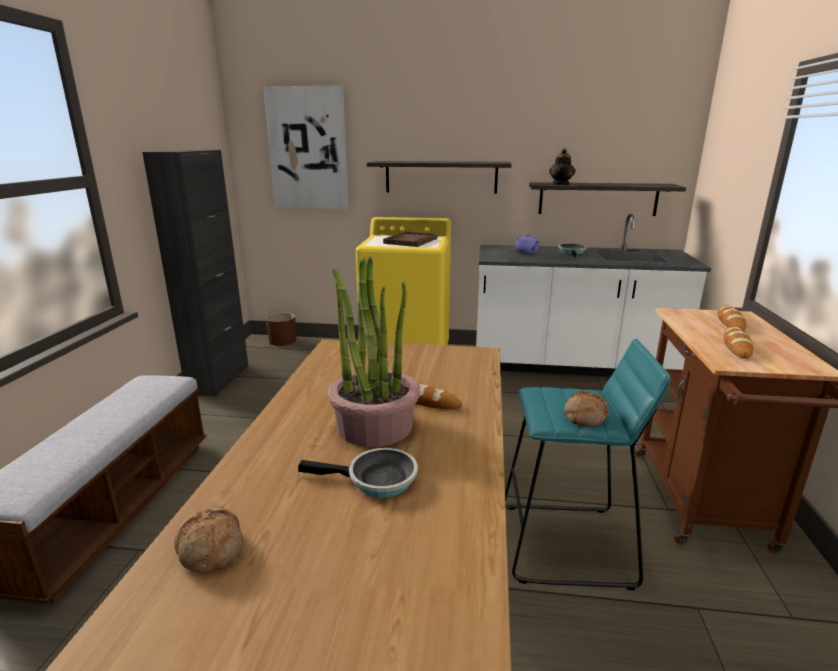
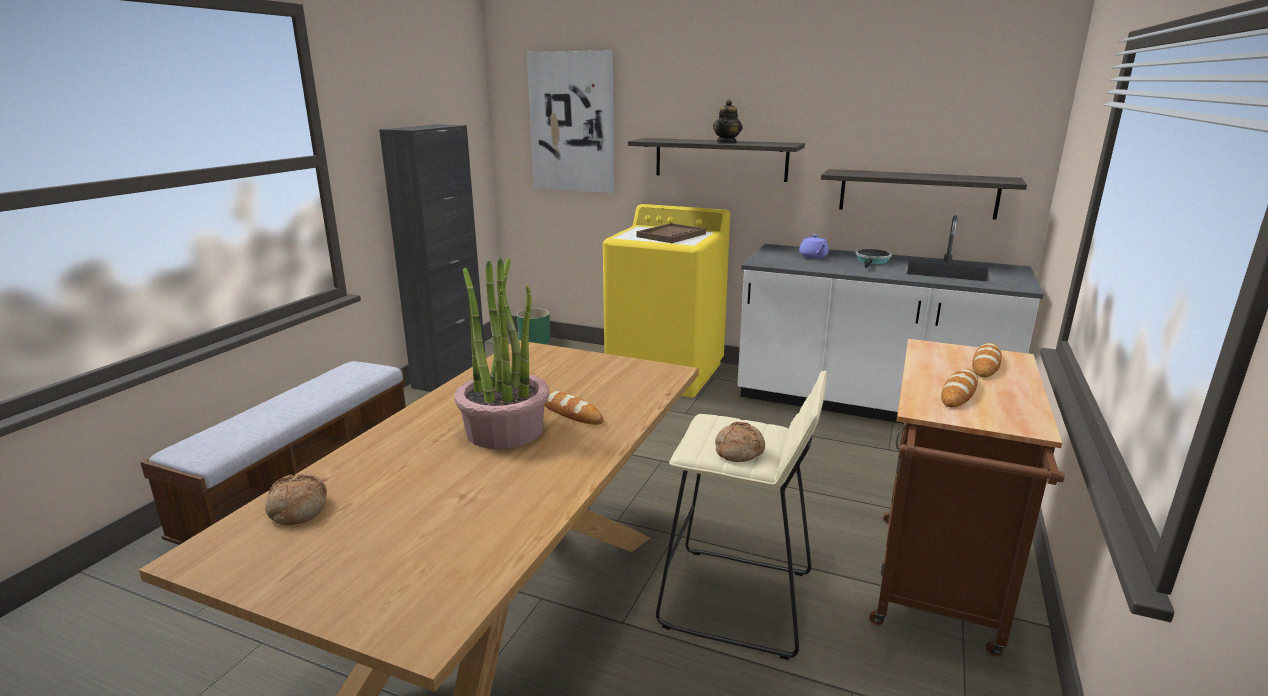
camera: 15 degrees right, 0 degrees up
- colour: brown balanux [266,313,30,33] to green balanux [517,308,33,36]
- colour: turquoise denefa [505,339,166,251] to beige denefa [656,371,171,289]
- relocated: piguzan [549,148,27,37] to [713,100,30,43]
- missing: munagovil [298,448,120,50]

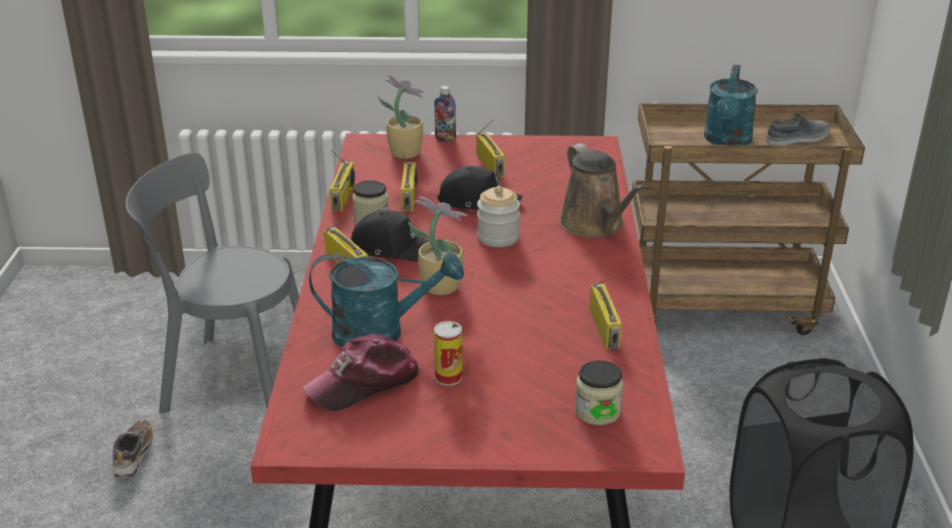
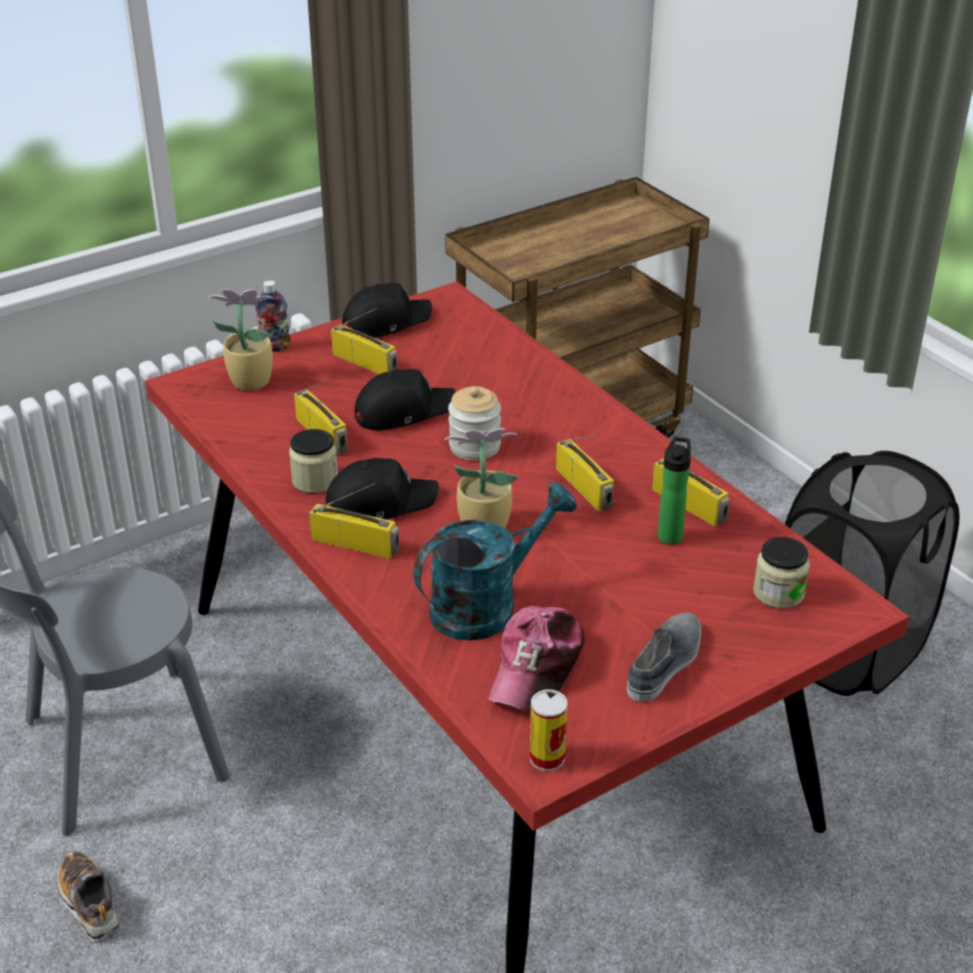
camera: 35 degrees left, 5 degrees up
- appeared: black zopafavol [342,283,90,55]
- relocated: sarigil [434,321,28,65] to [530,690,37,81]
- relocated: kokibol [330,150,25,61] to [556,434,58,78]
- relocated: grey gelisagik [766,113,64,32] to [627,612,74,90]
- appeared: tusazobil [657,437,34,108]
- missing: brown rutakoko [559,143,86,95]
- missing: turquoise rutakoko [704,65,54,80]

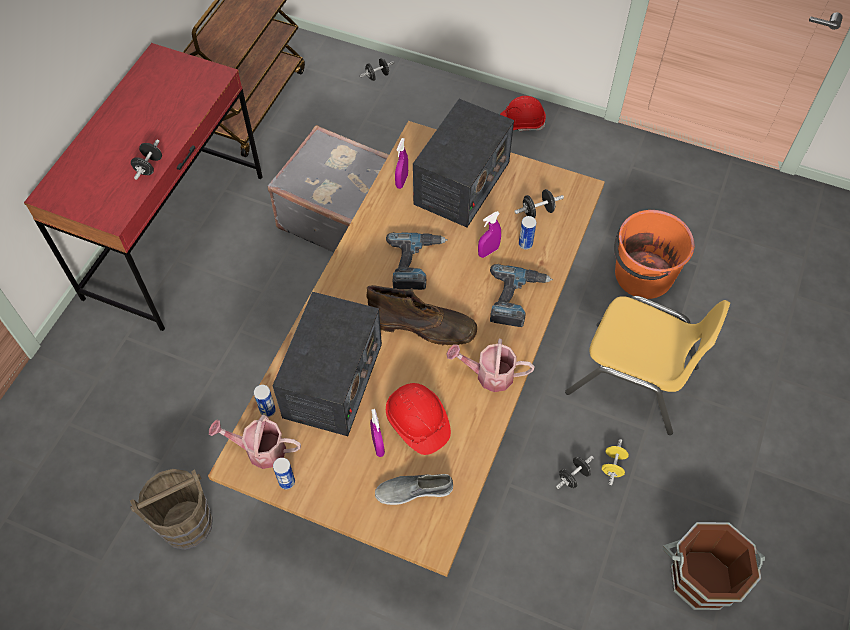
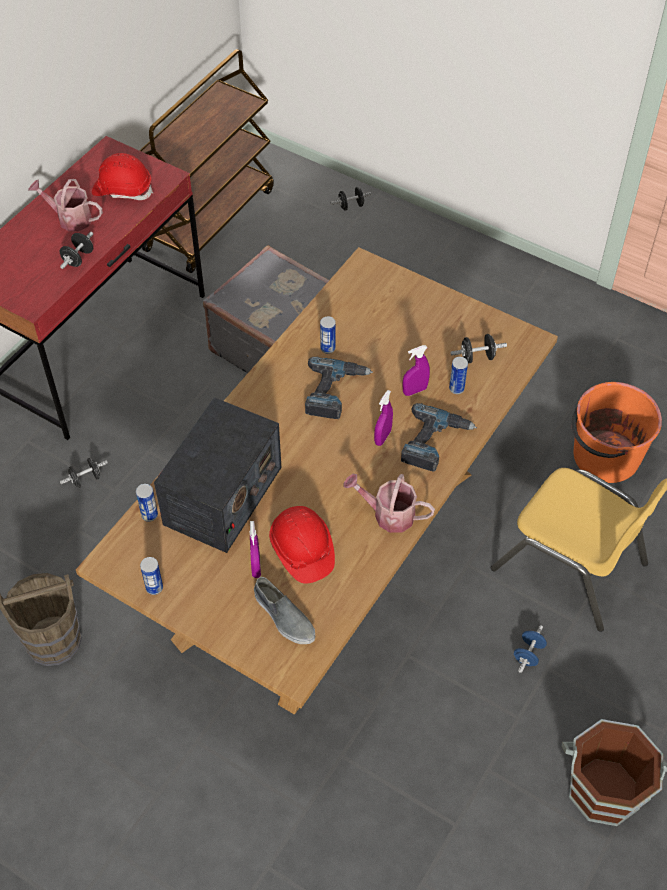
camera: 10 degrees right, 5 degrees down
- relocated: rutakoko [209,415,92,54] to [28,179,75,52]
- relocated: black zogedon [556,456,38,33] to [60,458,48,30]
- relocated: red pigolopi [500,96,46,35] to [92,153,62,47]
- spun: grey gelisagik [375,474,78,31] = [254,577,61,67] 135 degrees counterclockwise
- appeared: sarigil [320,316,16,38]
- relocated: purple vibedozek [395,138,13,51] to [374,390,19,56]
- colour: yellow zogedon [602,439,27,46] to blue zogedon [514,625,33,48]
- missing: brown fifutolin [366,285,111,60]
- missing: kokibol [413,99,101,128]

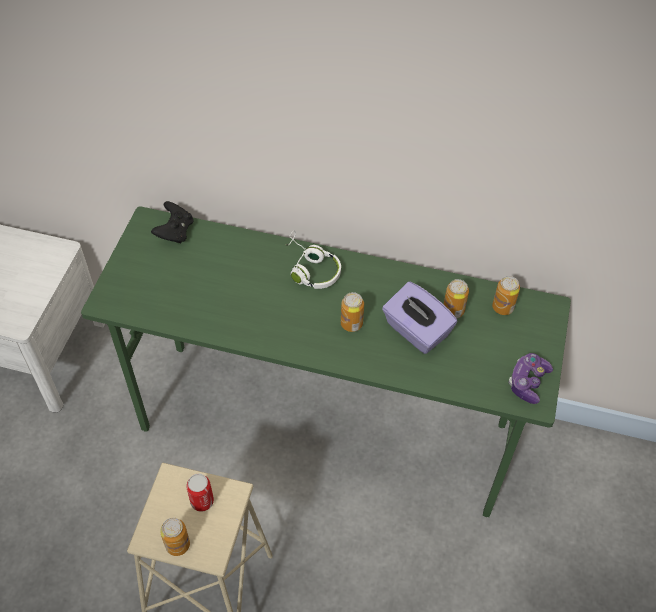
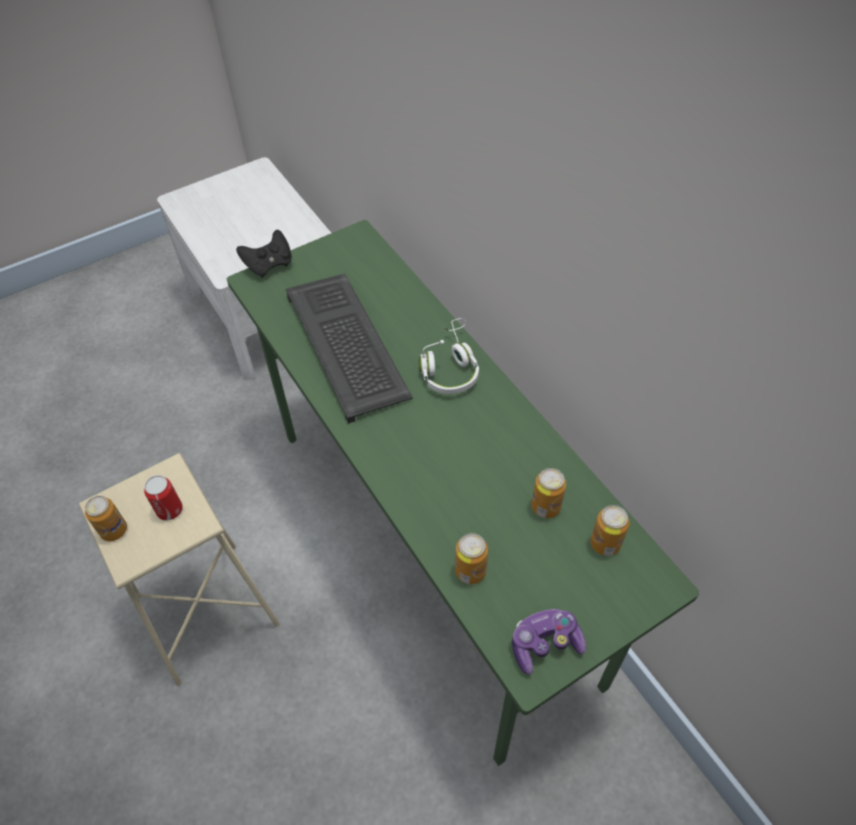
camera: 45 degrees right, 0 degrees up
- relocated: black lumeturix [151,201,42,42] to [236,230,56,47]
- appeared: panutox [286,274,127,149]
- relocated: sarigil [341,292,23,40] to [455,533,33,51]
- missing: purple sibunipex [382,282,75,72]

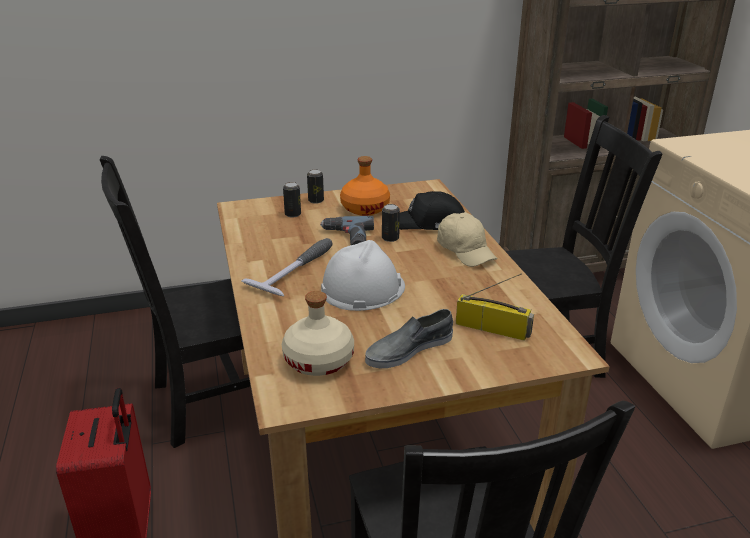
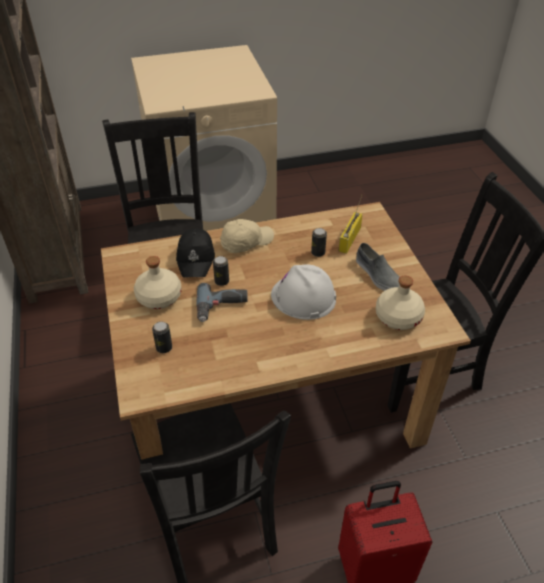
camera: 90 degrees left, 15 degrees up
- colour: orange tusazobil [340,156,50,60] to beige tusazobil [134,256,48,53]
- relocated: sarigil [307,169,17,35] to [311,228,16,29]
- missing: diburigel [242,238,91,58]

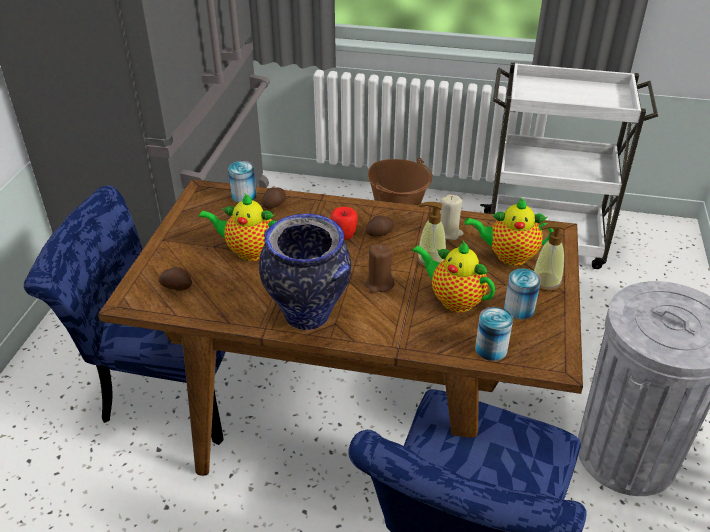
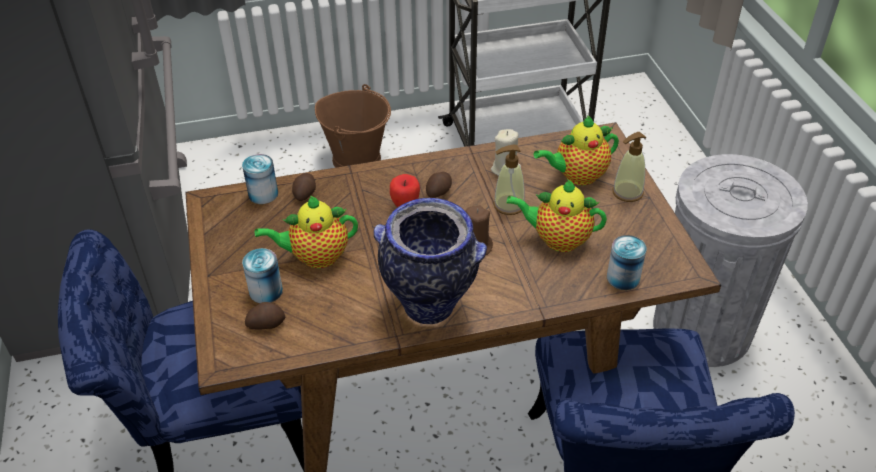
camera: 25 degrees left, 5 degrees up
- relocated: sarigil [504,268,37,52] to [242,248,41,55]

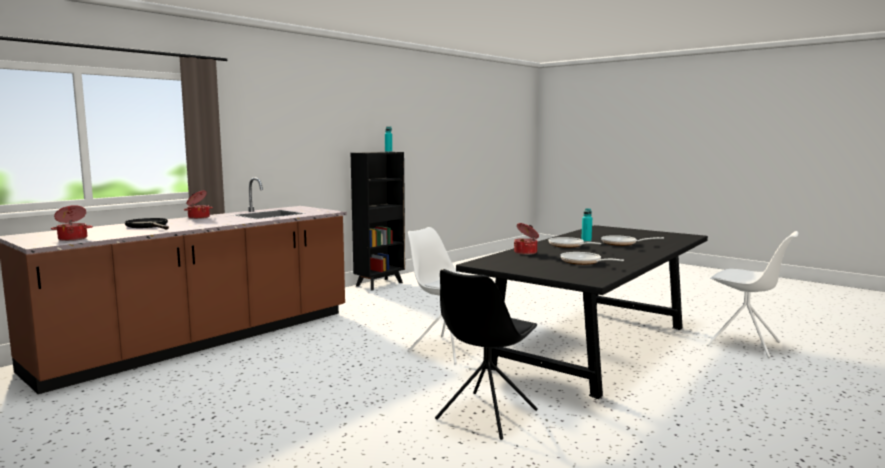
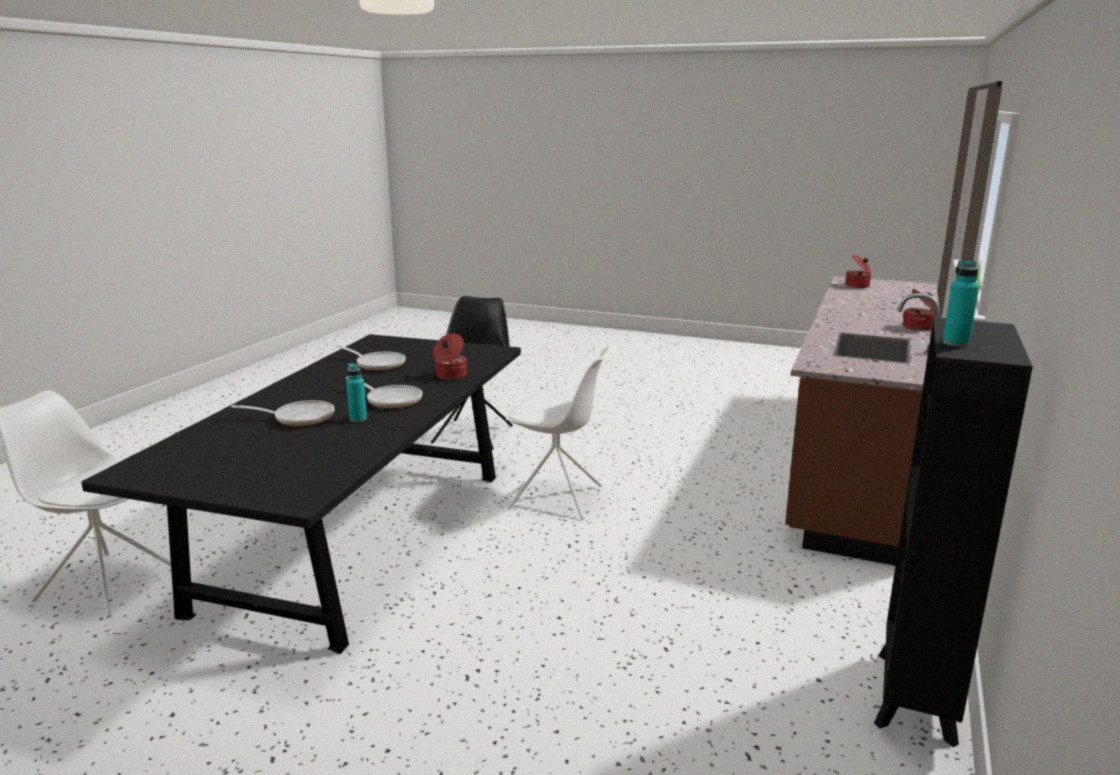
camera: 160 degrees right, 10 degrees up
- missing: black munagovil [125,218,44,12]

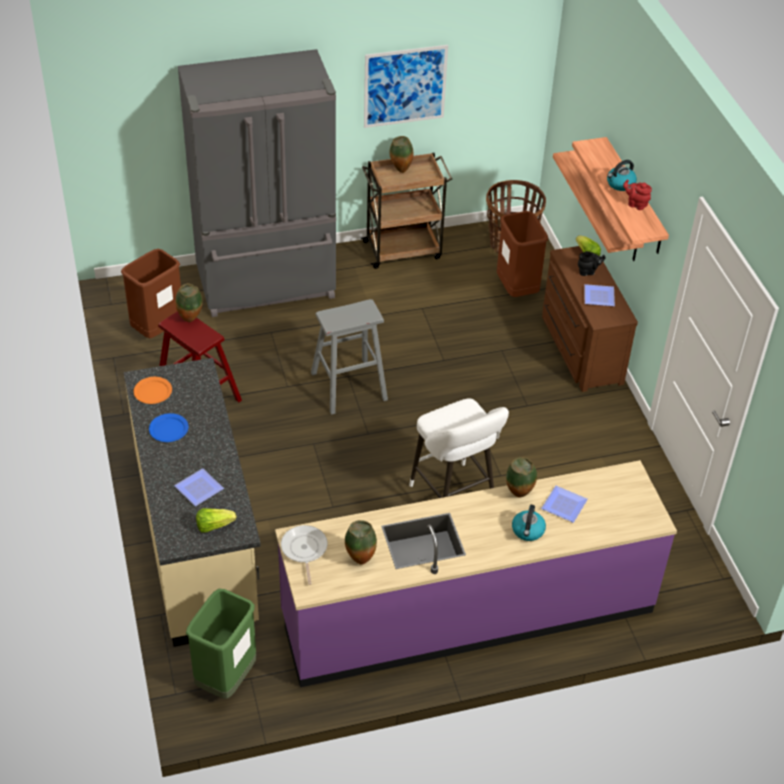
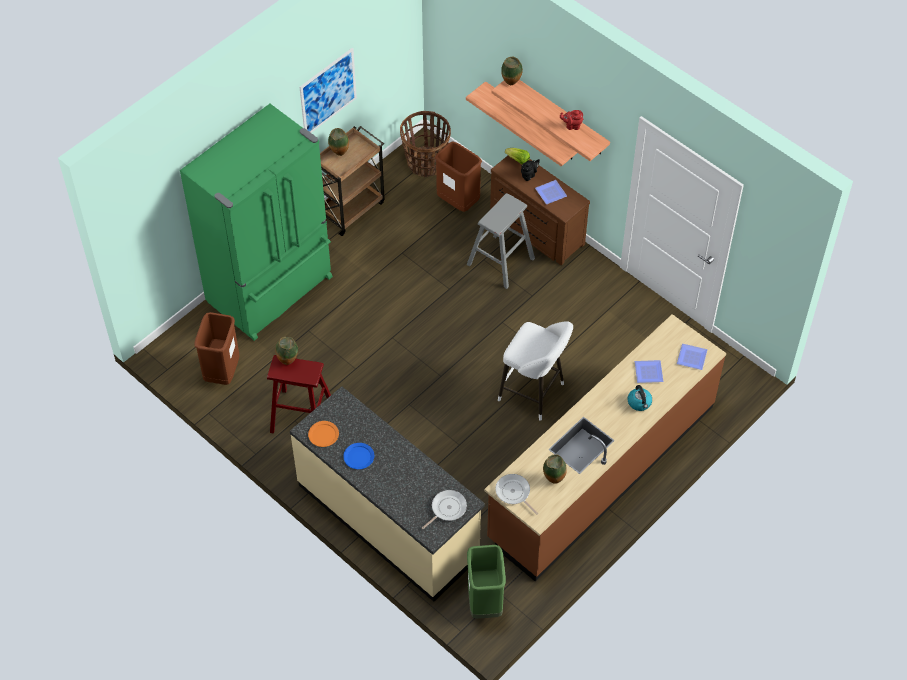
camera: 30 degrees left, 10 degrees up
- colour: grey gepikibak [178,49,158,268] to green gepikibak [180,104,153,237]
- exchanged: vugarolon [196,508,40,25] to munagovil [422,490,45,39]
- relocated: grey denefa [311,299,77,116] to [467,193,68,96]
- colour: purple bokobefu [275,460,402,227] to brown bokobefu [484,314,242,267]
- relocated: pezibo [506,457,31,41] to [501,57,22,28]
- relocated: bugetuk [174,468,50,38] to [677,343,30,27]
- missing: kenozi [607,160,30,31]

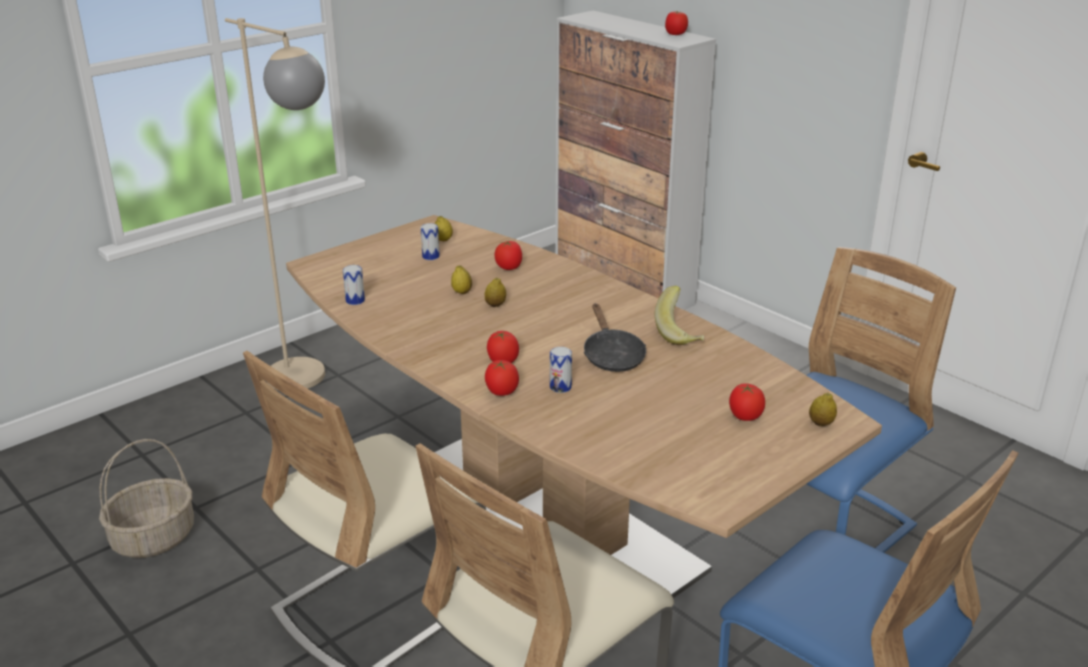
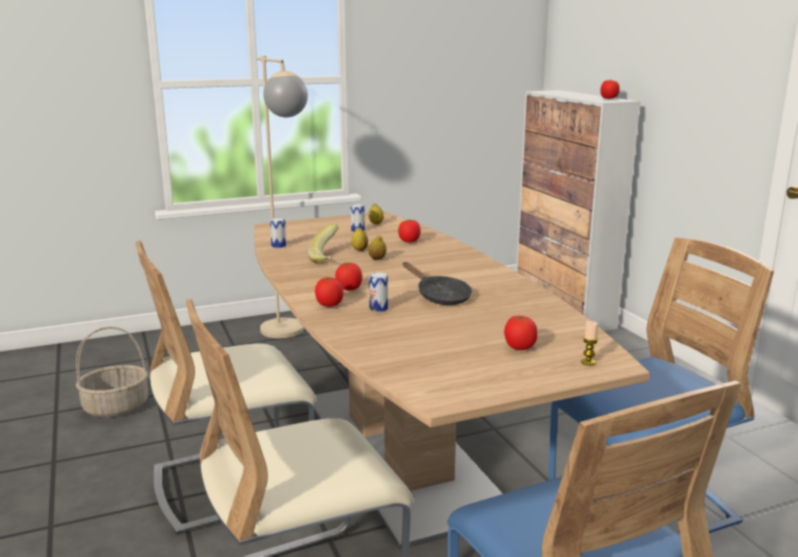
camera: 20 degrees right, 10 degrees down
- relocated: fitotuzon [655,286,49,59] to [308,224,30,39]
- spun: black munagovil [584,303,62,69] = [403,262,69,43] 45 degrees counterclockwise
- exchanged: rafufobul [809,393,28,33] to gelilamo [581,321,17,45]

